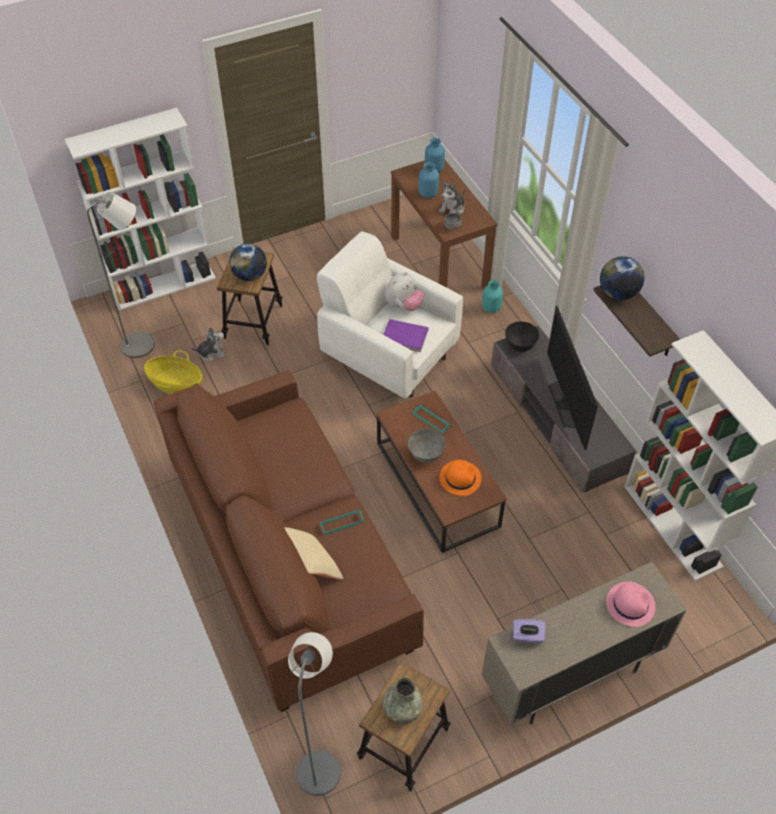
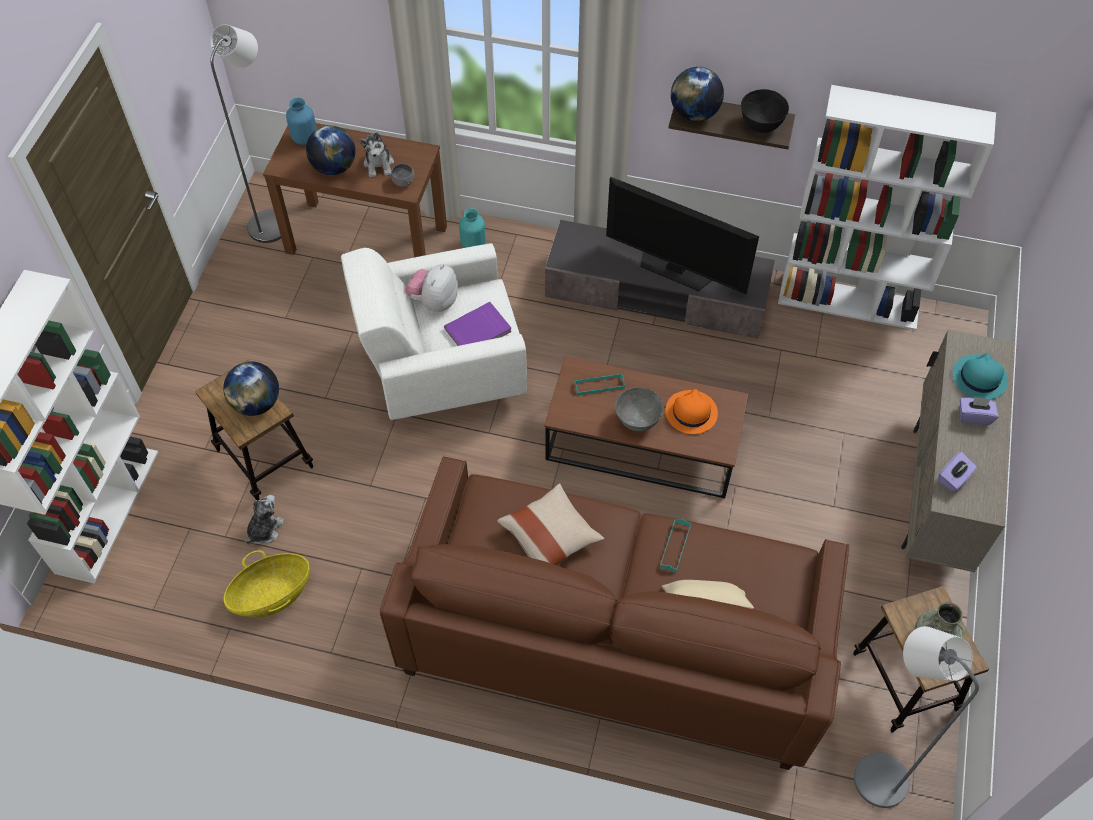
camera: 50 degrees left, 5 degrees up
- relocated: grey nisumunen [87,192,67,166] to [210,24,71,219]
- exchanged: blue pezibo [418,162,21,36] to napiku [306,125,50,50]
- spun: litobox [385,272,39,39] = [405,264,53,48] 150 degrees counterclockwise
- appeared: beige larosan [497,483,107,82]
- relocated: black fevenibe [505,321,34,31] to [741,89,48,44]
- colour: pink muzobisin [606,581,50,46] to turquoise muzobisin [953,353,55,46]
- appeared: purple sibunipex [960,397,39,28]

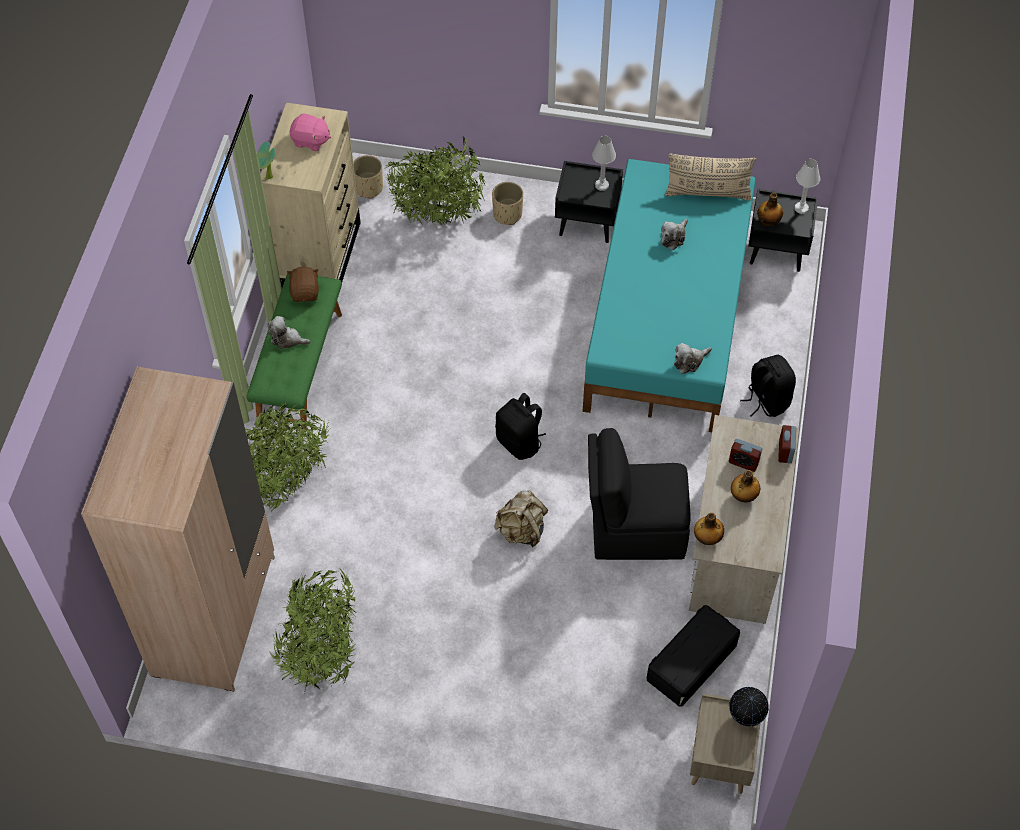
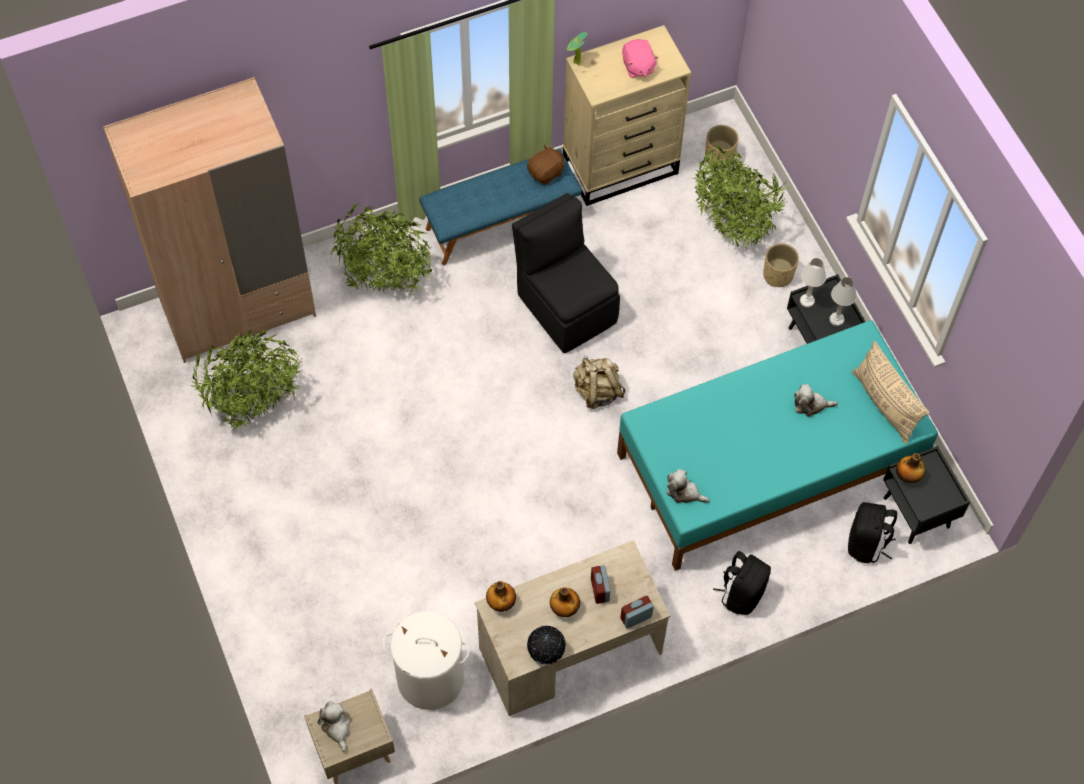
camera: 55 degrees right, 5 degrees up
- relocated: litobox [268,316,43,33] to [318,701,33,51]
- exchanged: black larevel [647,605,93,102] to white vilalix [382,611,88,99]
- colour: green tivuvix [246,273,96,159] to blue tivuvix [419,149,163,116]
- relocated: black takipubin [588,428,103,132] to [512,193,108,160]
- relocated: napiku [729,687,40,39] to [527,626,39,39]
- relocated: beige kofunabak [494,490,54,57] to [573,356,52,53]
- relocated: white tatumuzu [795,159,25,55] to [800,258,27,50]
- relocated: black kofunabak [495,393,51,67] to [848,502,49,61]

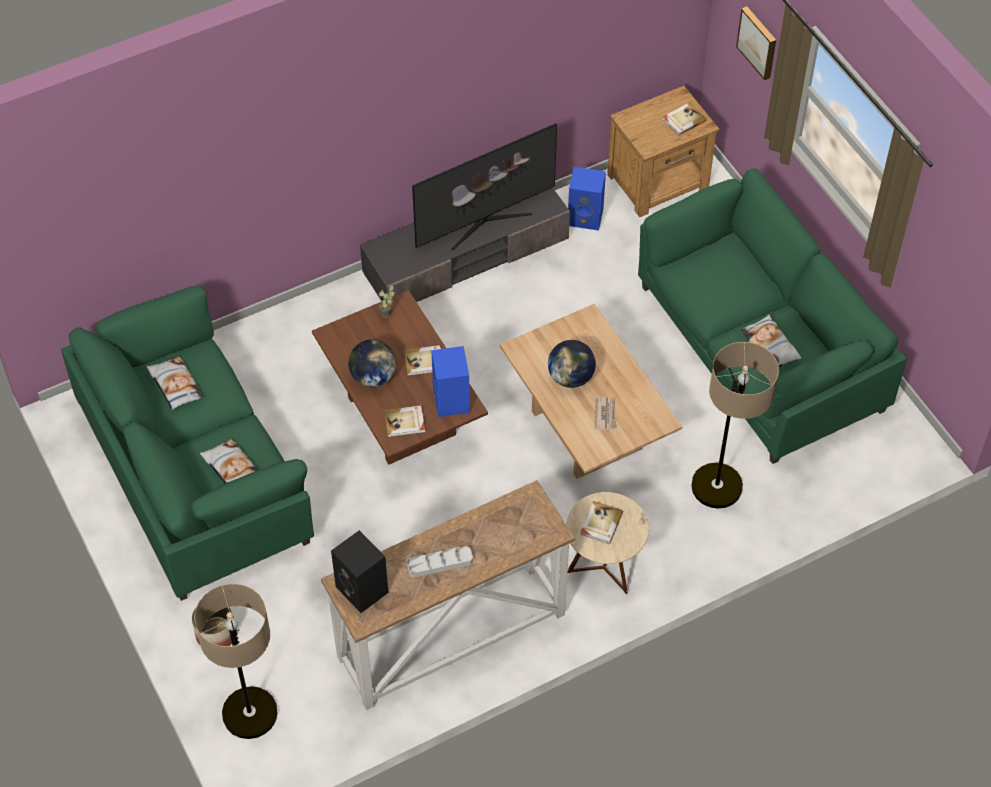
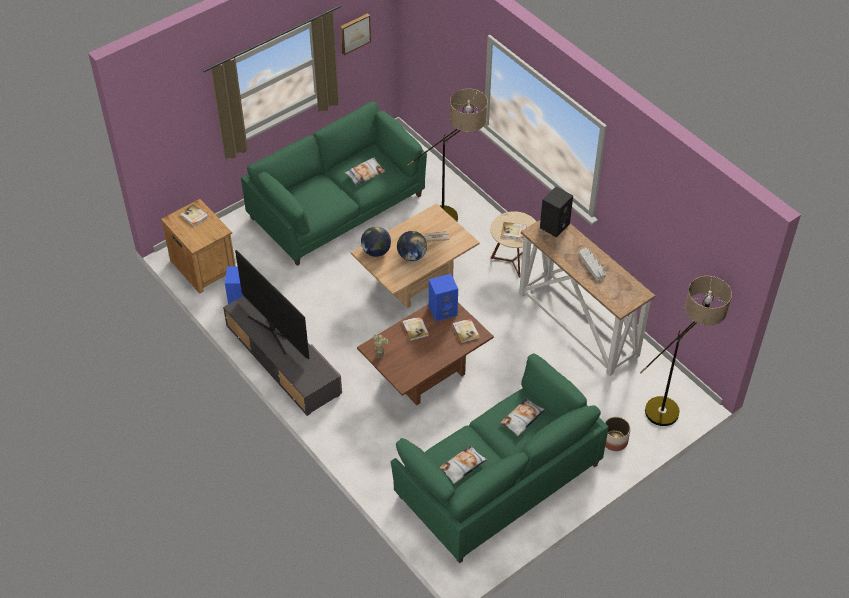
camera: 100 degrees left, 5 degrees down
- relocated: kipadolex [736,7,40,73] to [340,13,31,42]
- relocated: napiku [348,339,48,48] to [361,226,30,31]
- relocated: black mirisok [331,530,58,83] to [540,186,33,52]

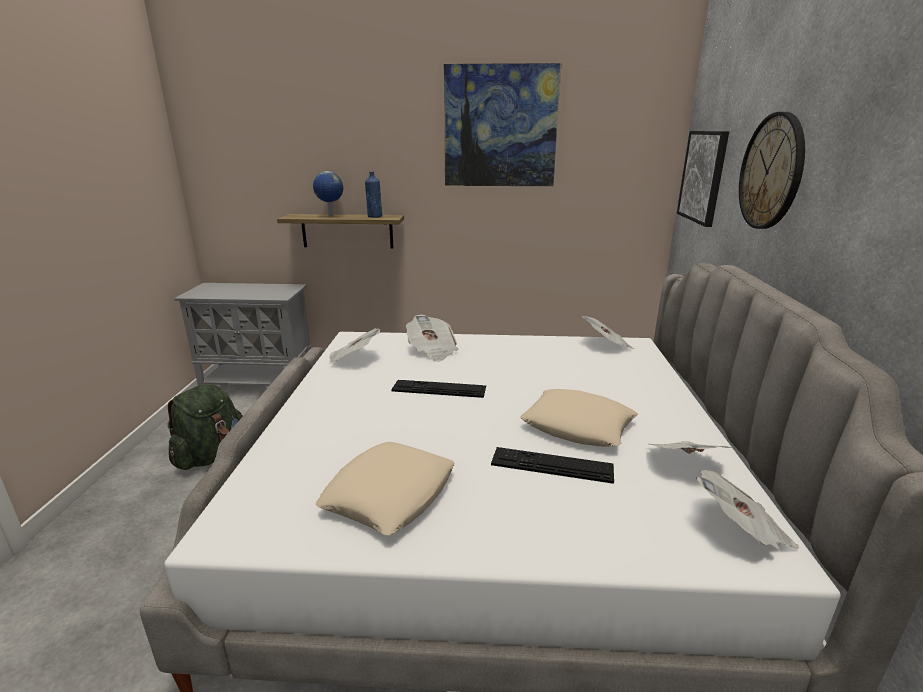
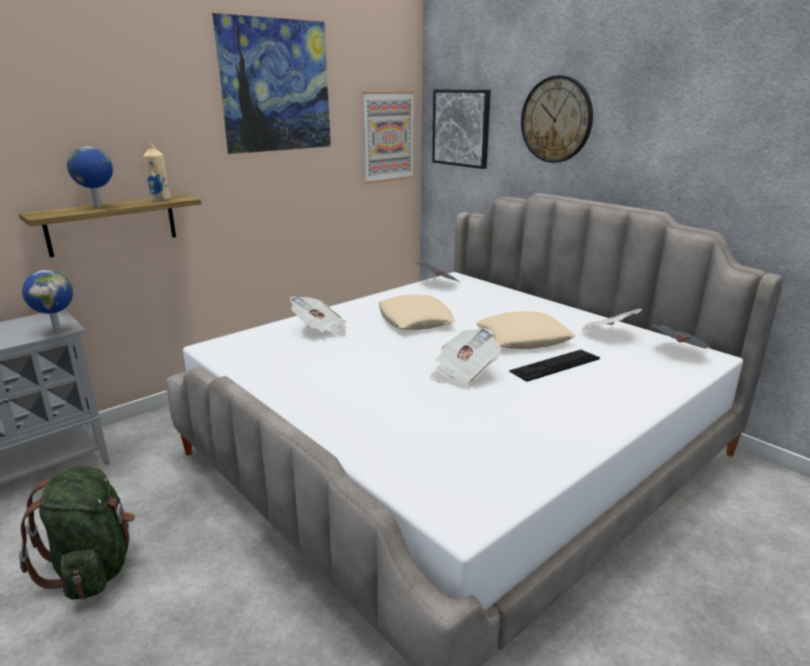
camera: 45 degrees left, 0 degrees up
- appeared: napiku [22,270,51,62]
- colour: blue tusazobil [365,172,18,46] to beige tusazobil [143,143,28,58]
- appeared: kipadolex [363,92,51,91]
- relocated: beige larosan [316,442,138,93] to [379,294,76,36]
- relocated: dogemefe [329,328,51,36] to [430,328,71,58]
- missing: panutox [391,380,95,18]

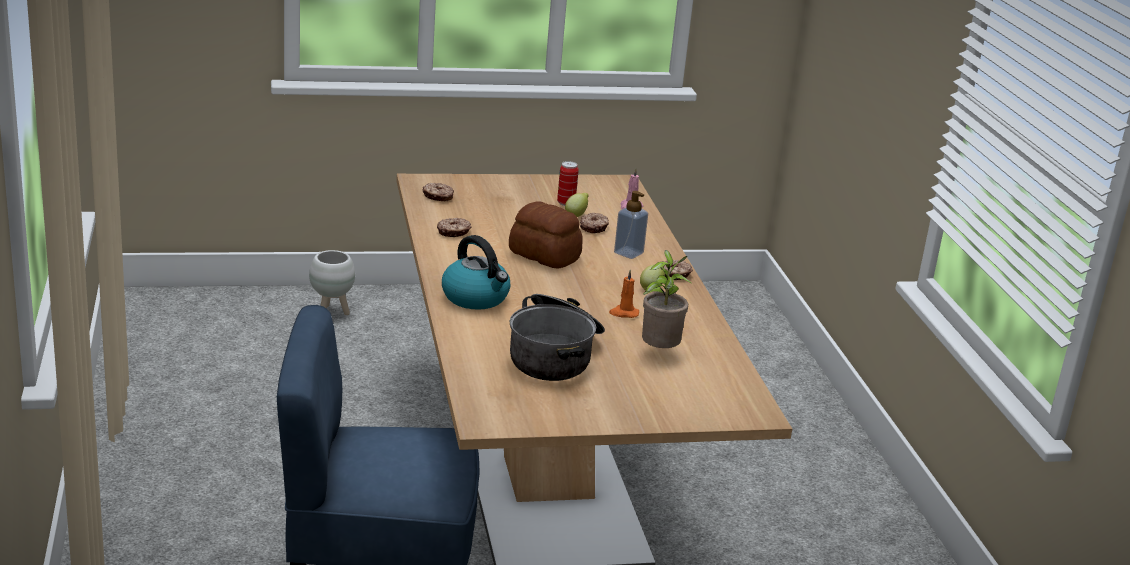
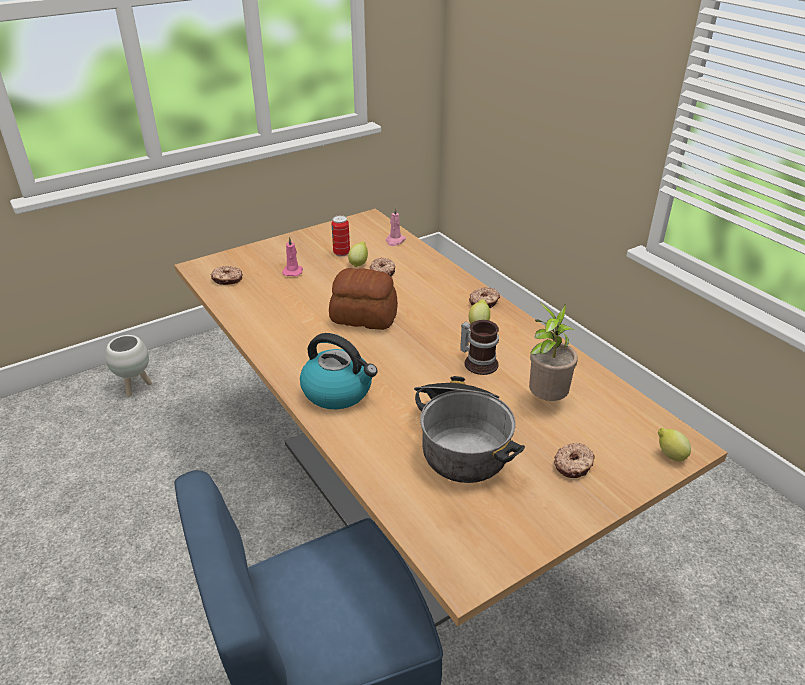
camera: 20 degrees left, 10 degrees up
- appeared: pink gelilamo [282,236,21,40]
- exchanged: orange gelilamo [609,270,30,48] to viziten [460,320,39,55]
- relocated: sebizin [437,218,35,19] to [554,443,41,35]
- appeared: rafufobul [658,428,33,33]
- missing: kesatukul [614,191,34,68]

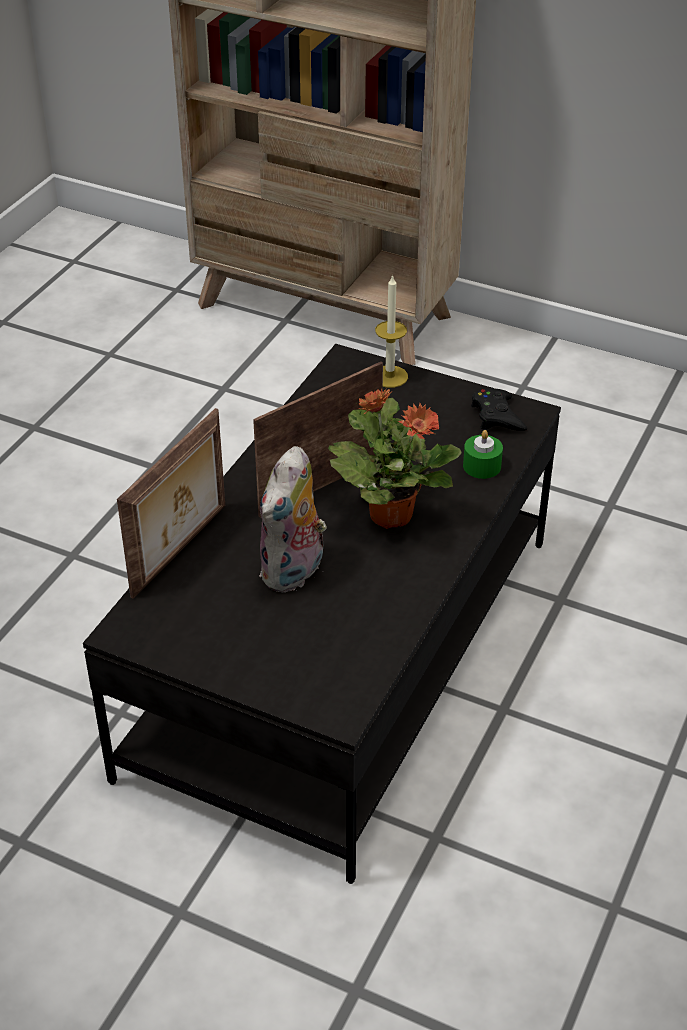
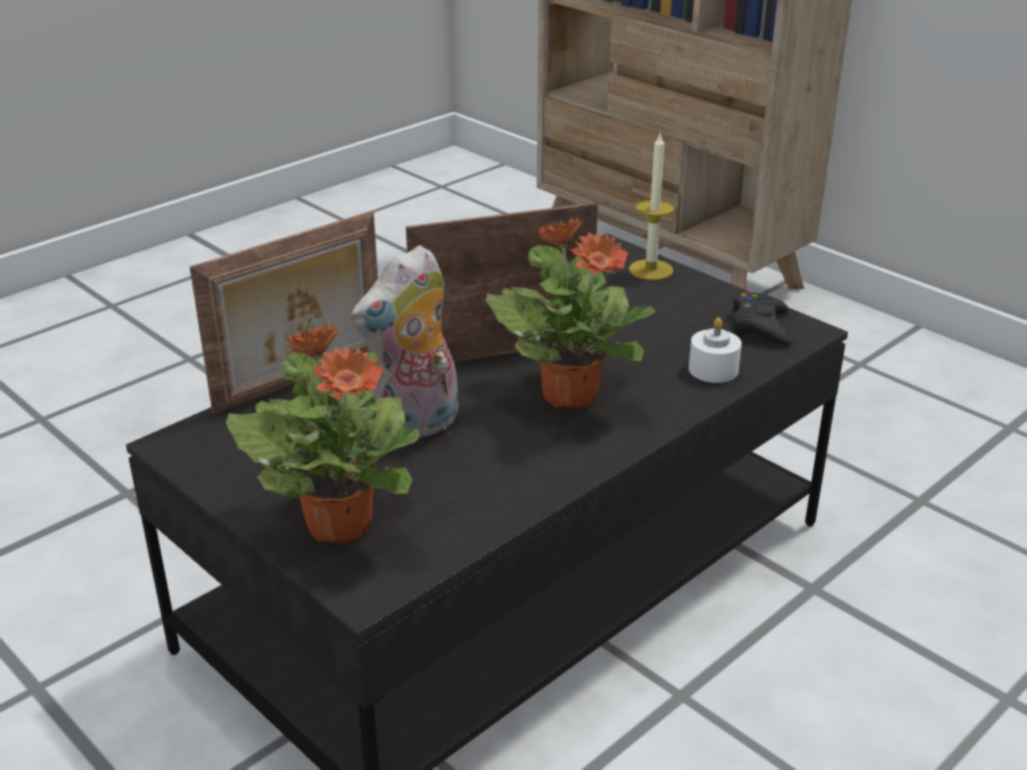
camera: 20 degrees right, 10 degrees down
- appeared: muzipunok [226,323,194,220]
- colour: green gelilamo [463,430,40,49] to white gelilamo [689,317,53,66]

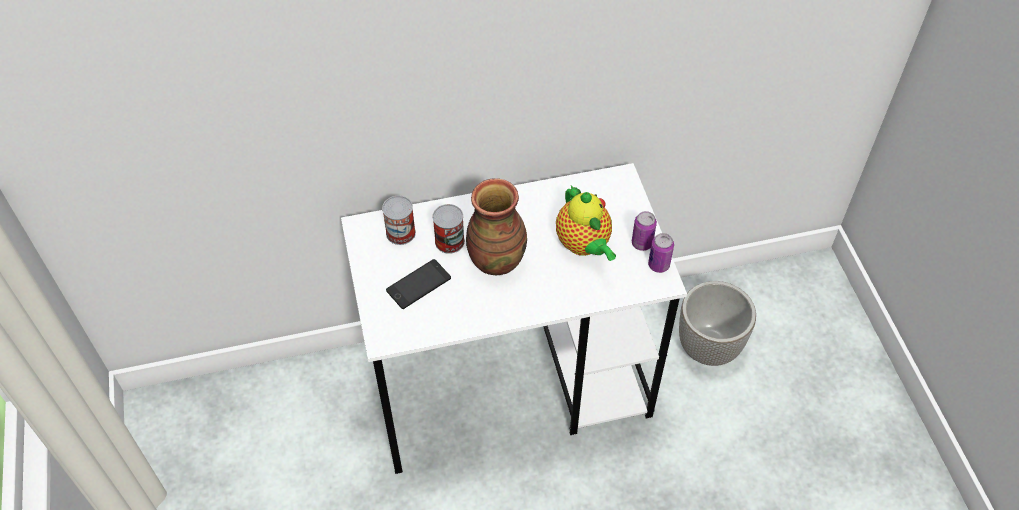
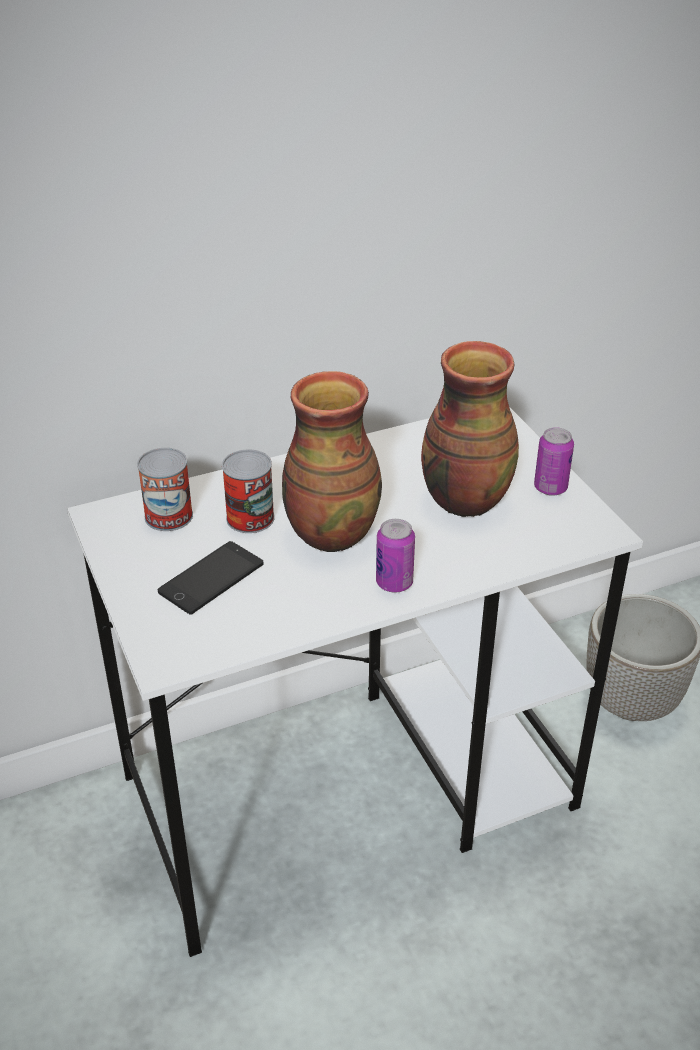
camera: 10 degrees left, 15 degrees down
- relocated: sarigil [648,233,26,40] to [376,519,39,74]
- exchanged: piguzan [556,185,60,76] to pezibo [421,341,98,176]

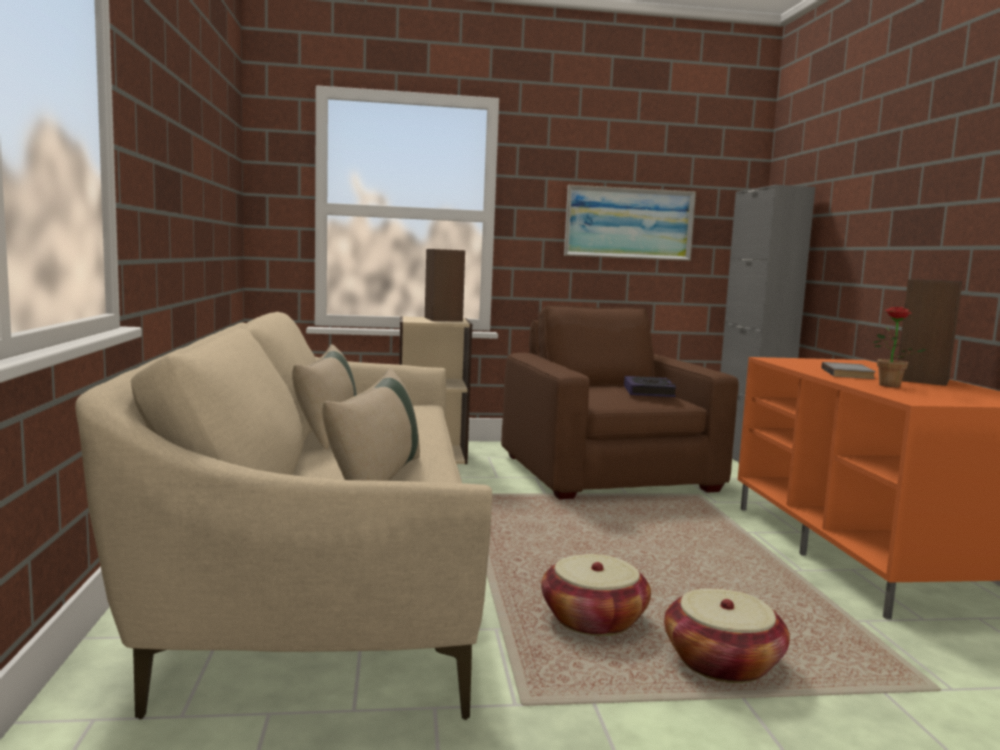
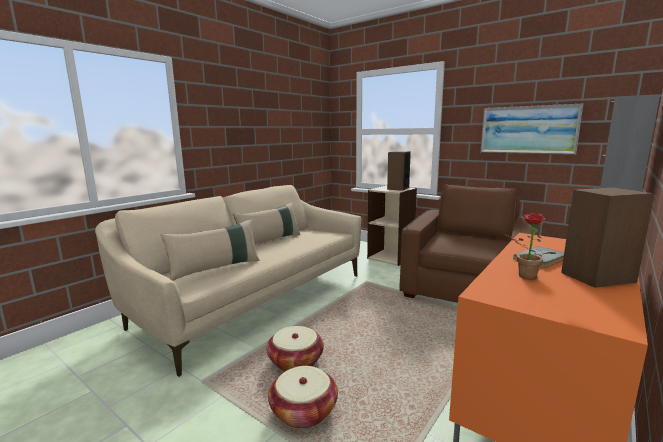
camera: 45 degrees right, 5 degrees up
- missing: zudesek [624,376,52,21]

